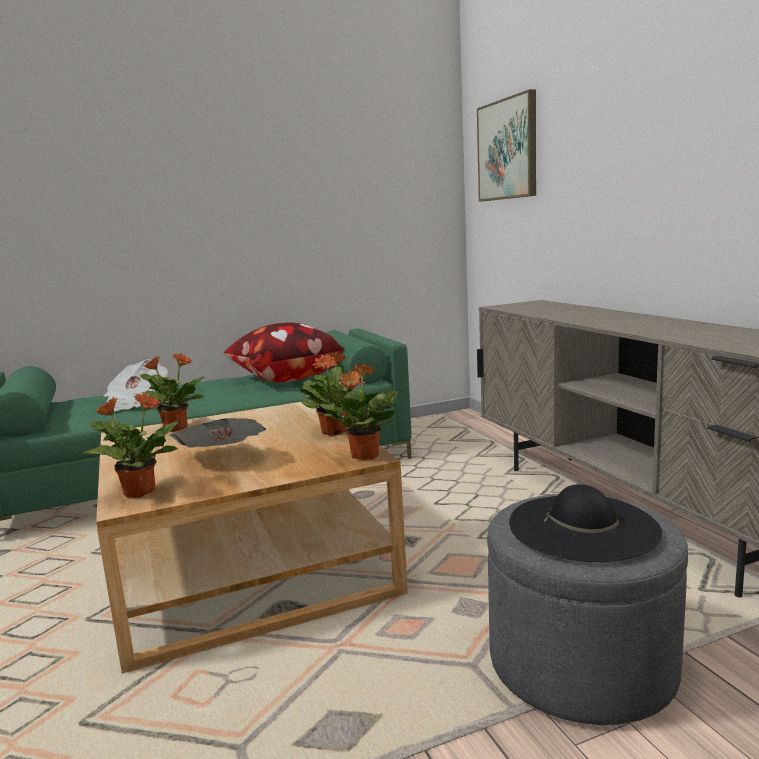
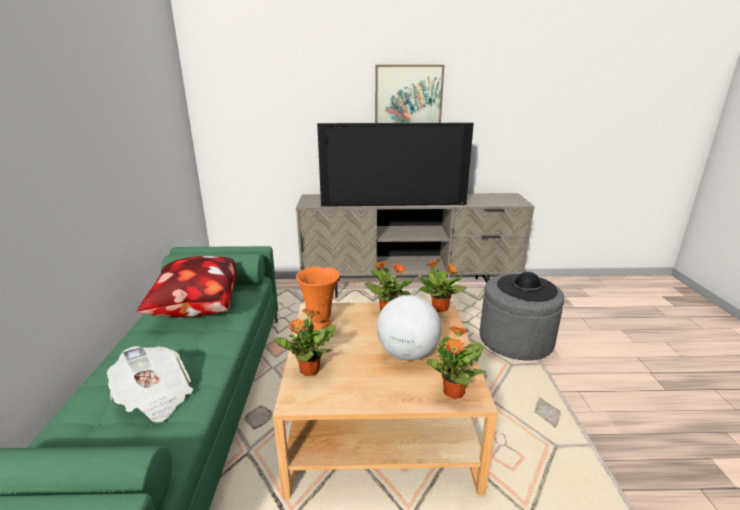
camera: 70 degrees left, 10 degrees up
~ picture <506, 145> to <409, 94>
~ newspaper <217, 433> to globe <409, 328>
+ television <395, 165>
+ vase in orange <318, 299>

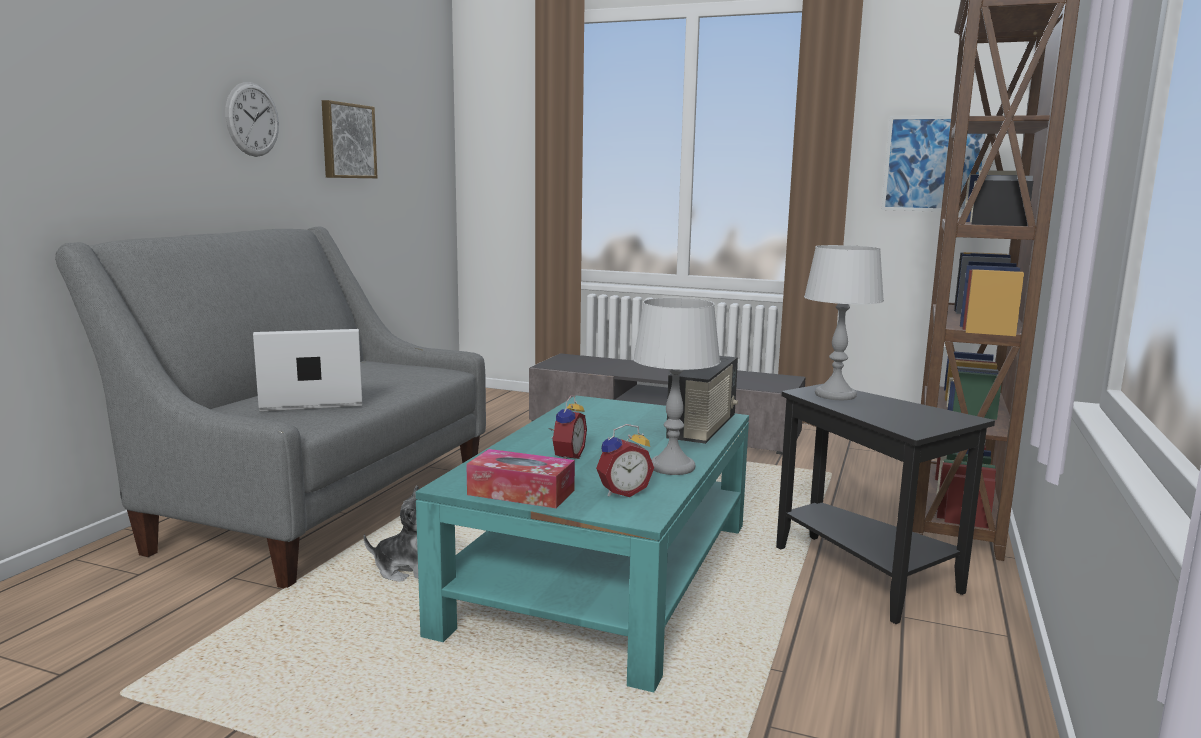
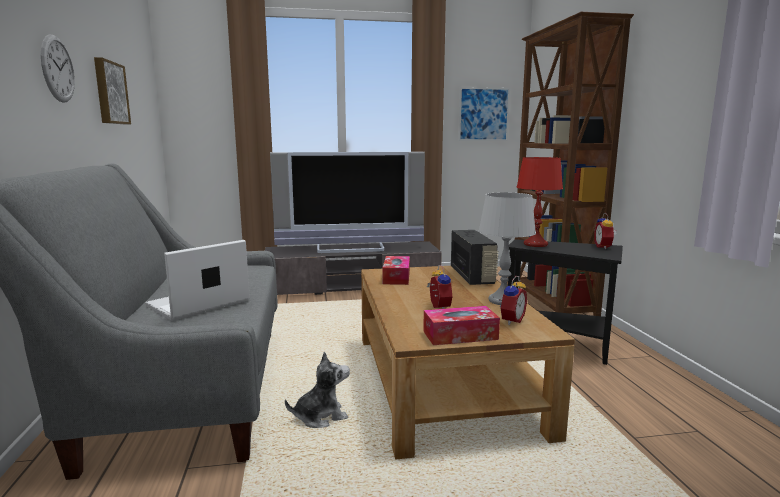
camera: 30 degrees left, 0 degrees up
~ table lamp in grey <844, 322> to table lamp in red <540, 202>
~ coffee table in turquoise <582, 544> to coffee table in brown <468, 363>
+ television <347, 202>
+ alarm clock <605, 231>
+ tissue box <396, 270>

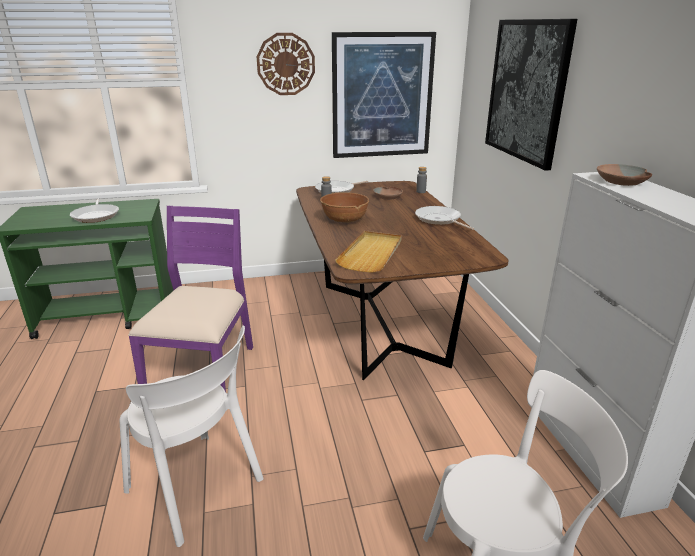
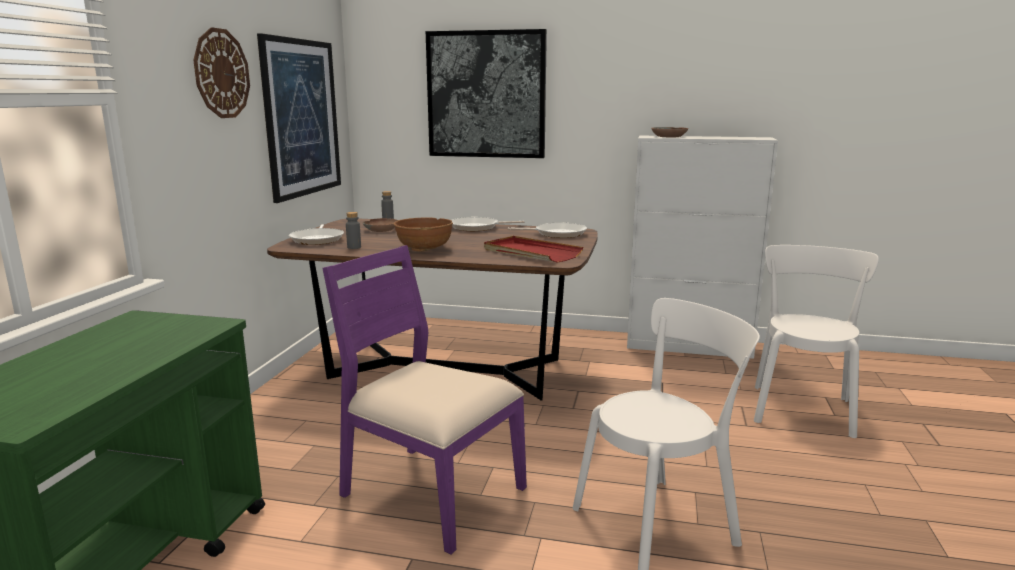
camera: 65 degrees left, 10 degrees down
~ frying pan <94, 211> to <547, 230>
~ tray in beige <368, 252> to tray in red <533, 249>

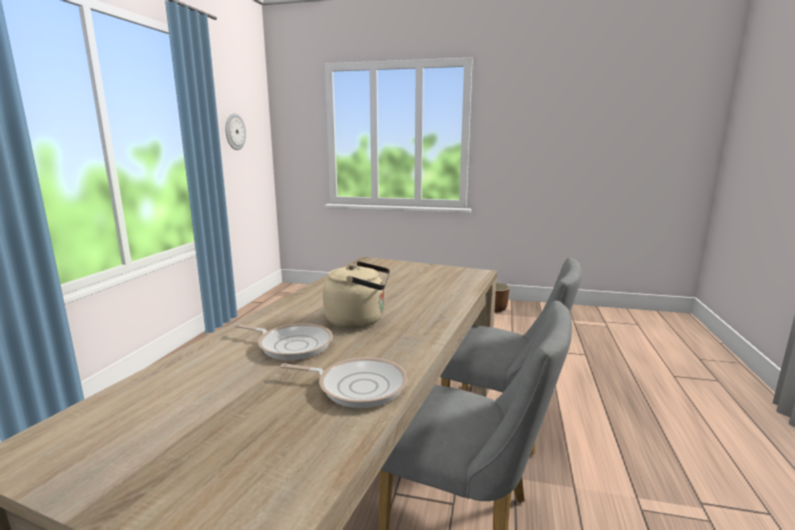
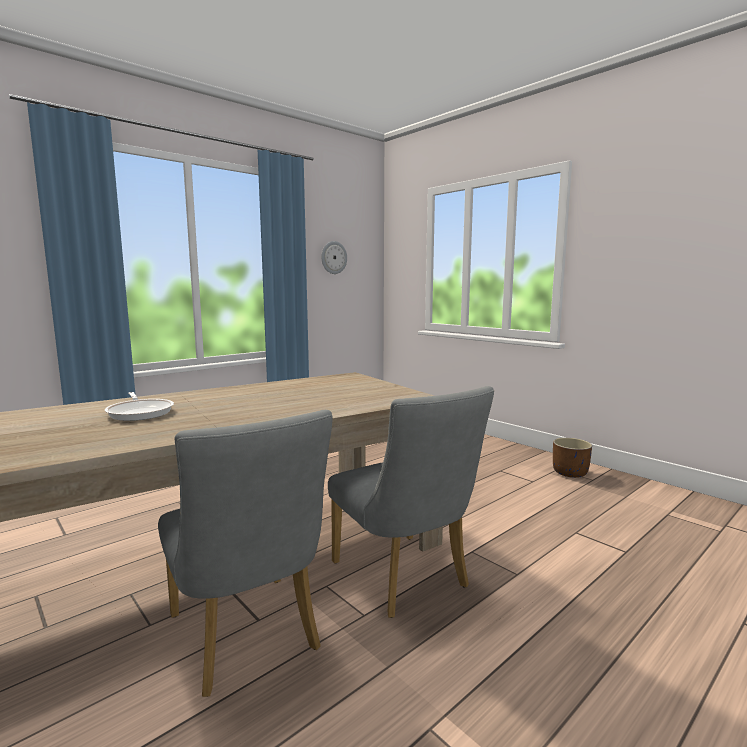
camera: 35 degrees right, 5 degrees down
- kettle in beige <356, 294>
- frying pan <344, 382>

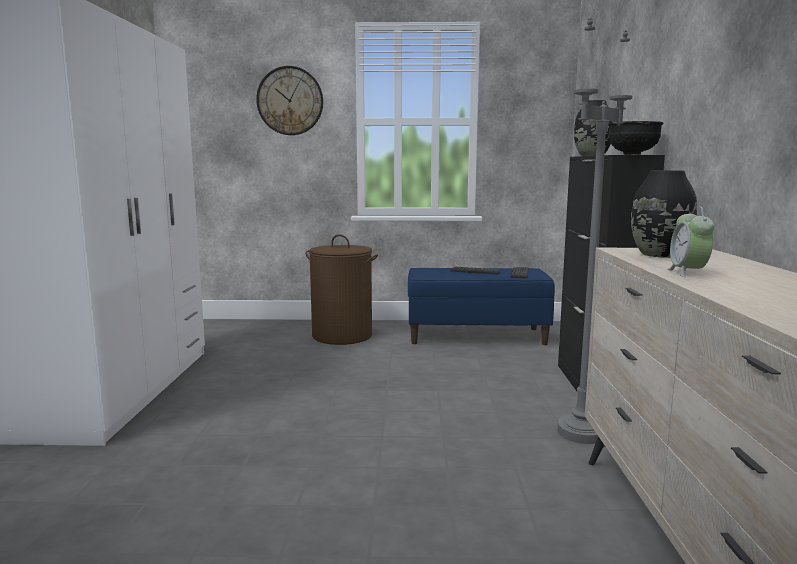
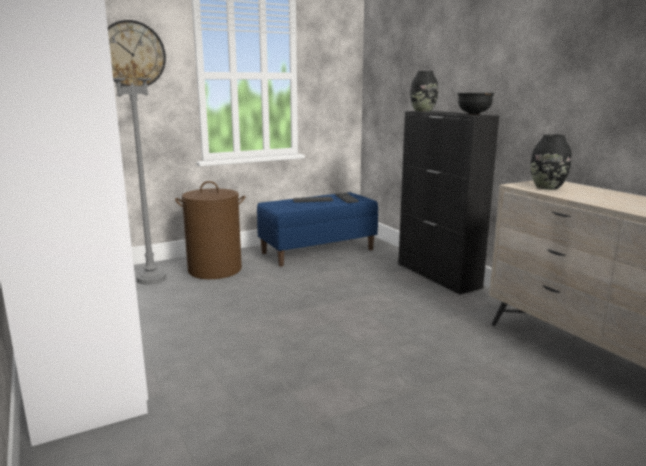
camera: 30 degrees left, 5 degrees up
~ floor lamp in grey <595, 230> to <138, 160>
- alarm clock <690, 241>

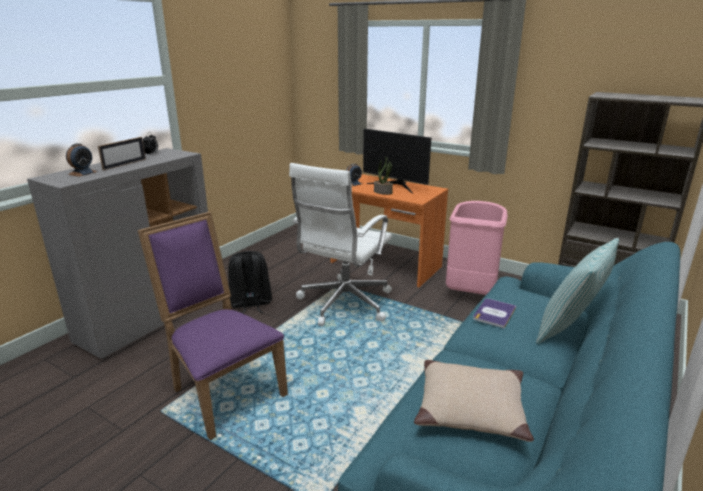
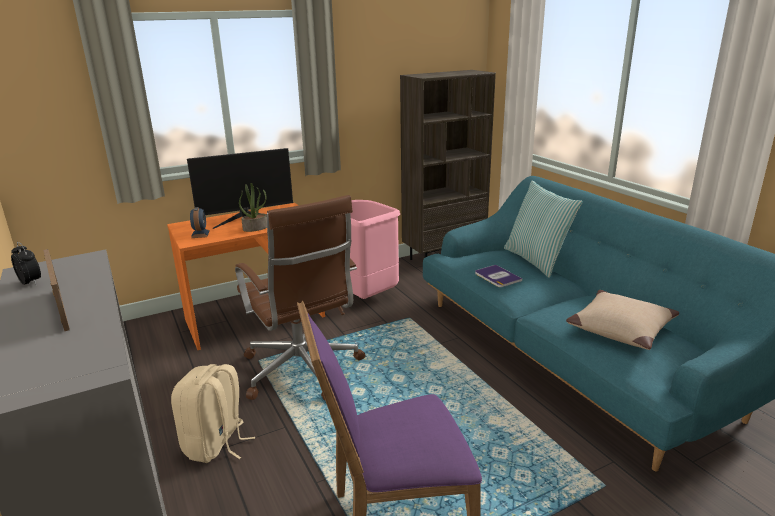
camera: 60 degrees left, 0 degrees up
- alarm clock <81, 160>
~ office chair in white <340, 244> to office chair in brown <300, 297>
~ backpack in black <250, 282> to backpack in beige <213, 413>

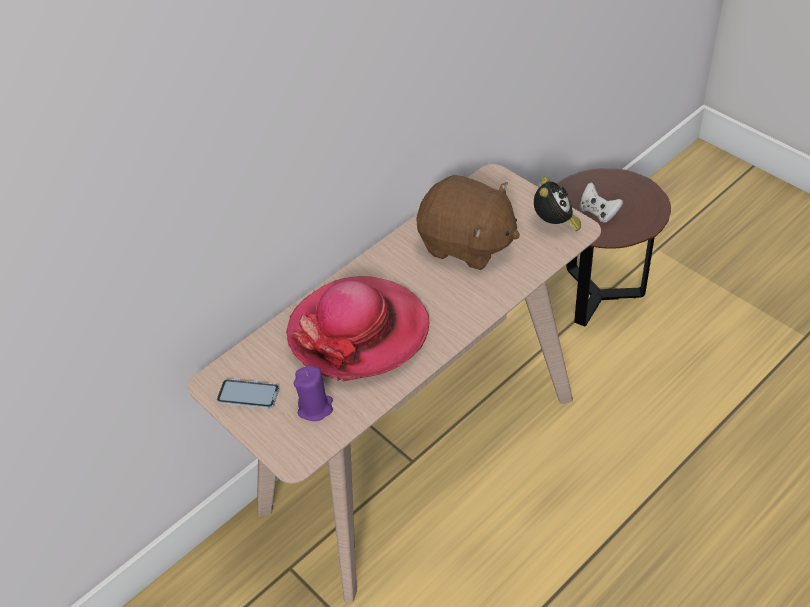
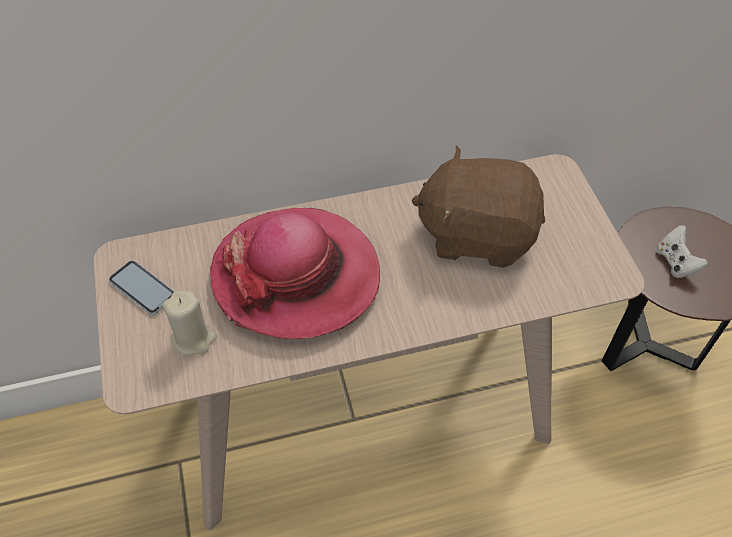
camera: 25 degrees right, 5 degrees up
~ plush toy in brown <468, 222> = <478, 207> 135 degrees clockwise
- alarm clock <557, 204>
~ candle in purple <313, 393> to candle in beige <189, 322>

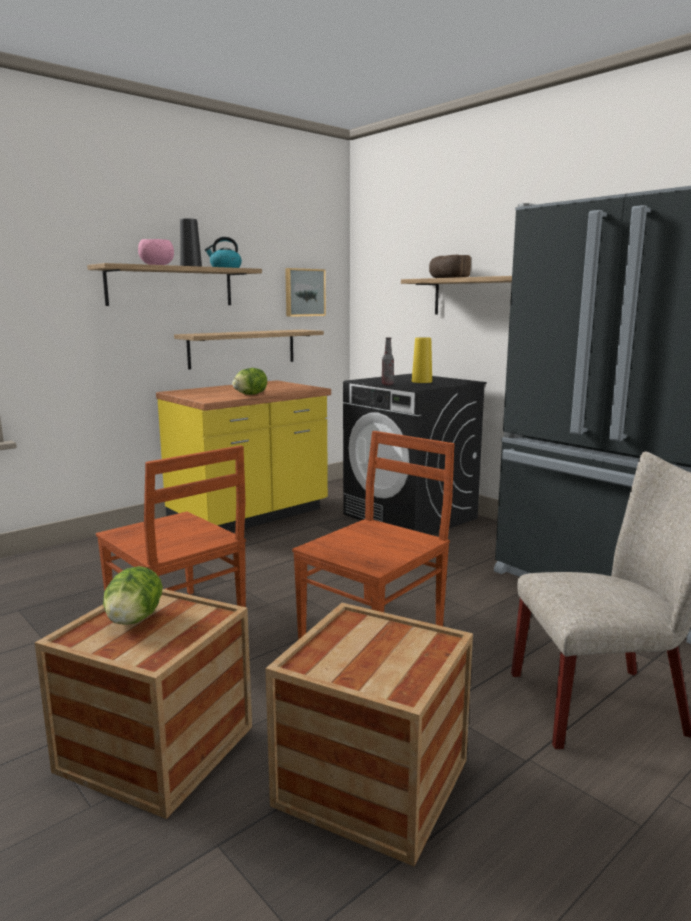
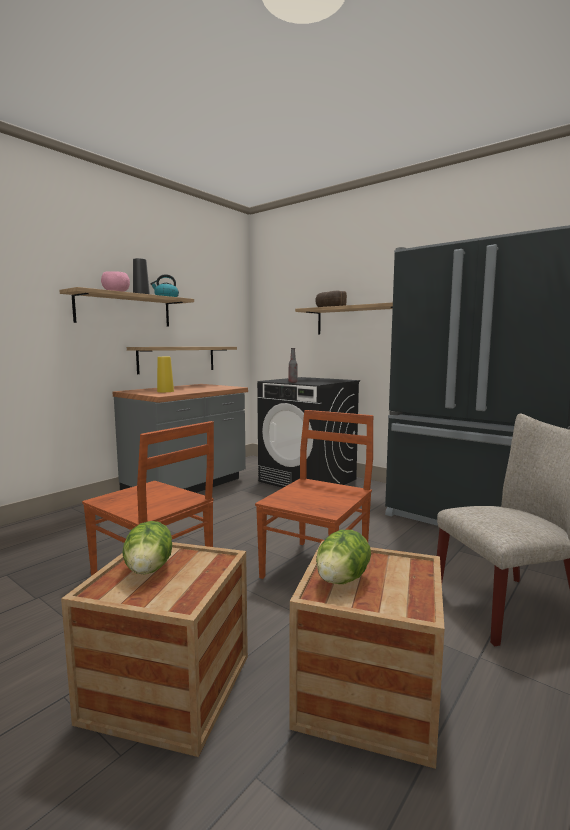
camera: 10 degrees left, 5 degrees down
- picture <305, 292>
~ vase in yellow <422, 360> to <165, 374>
~ lettuce <249, 381> to <343, 557>
~ counter in yellow <243, 456> to counter in grey <180, 438>

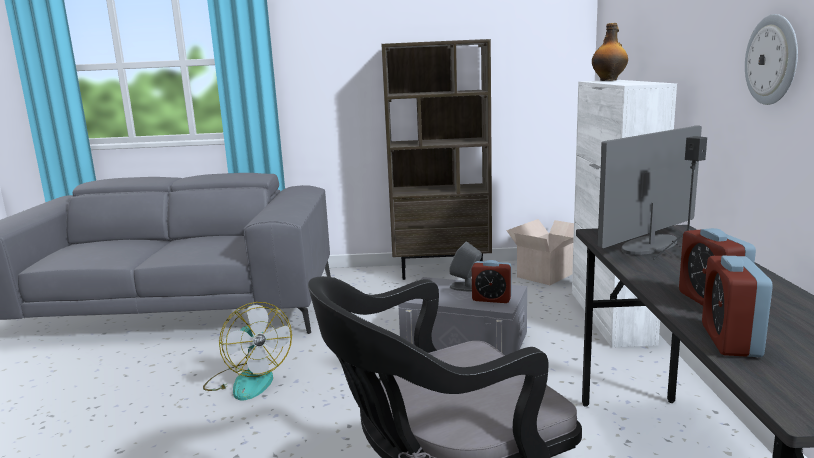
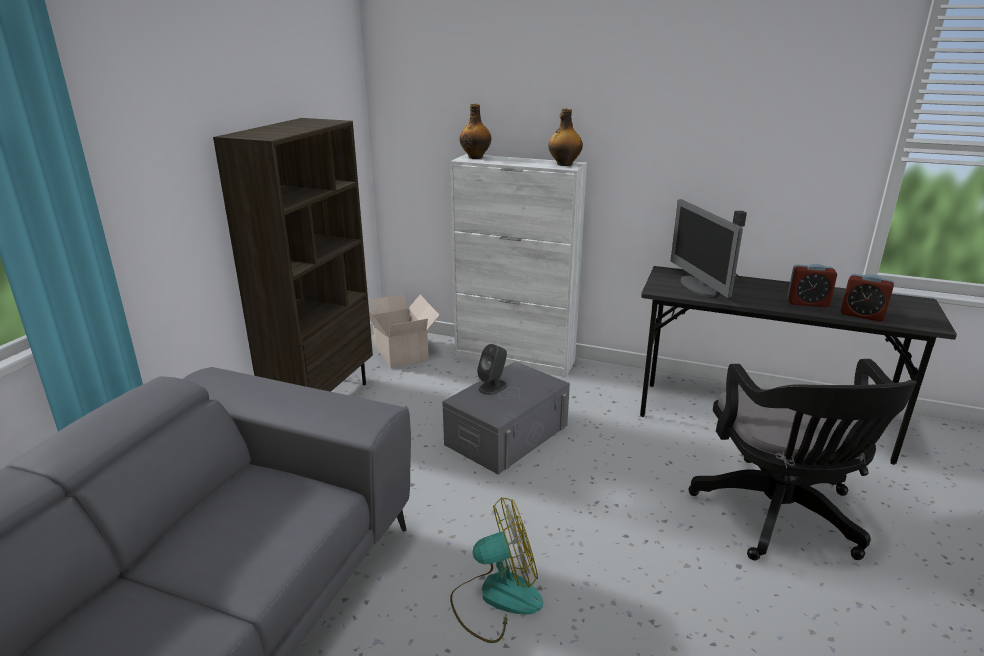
camera: 70 degrees left, 10 degrees up
- wall clock <771, 59>
- alarm clock <492, 281>
+ bottle <565, 137>

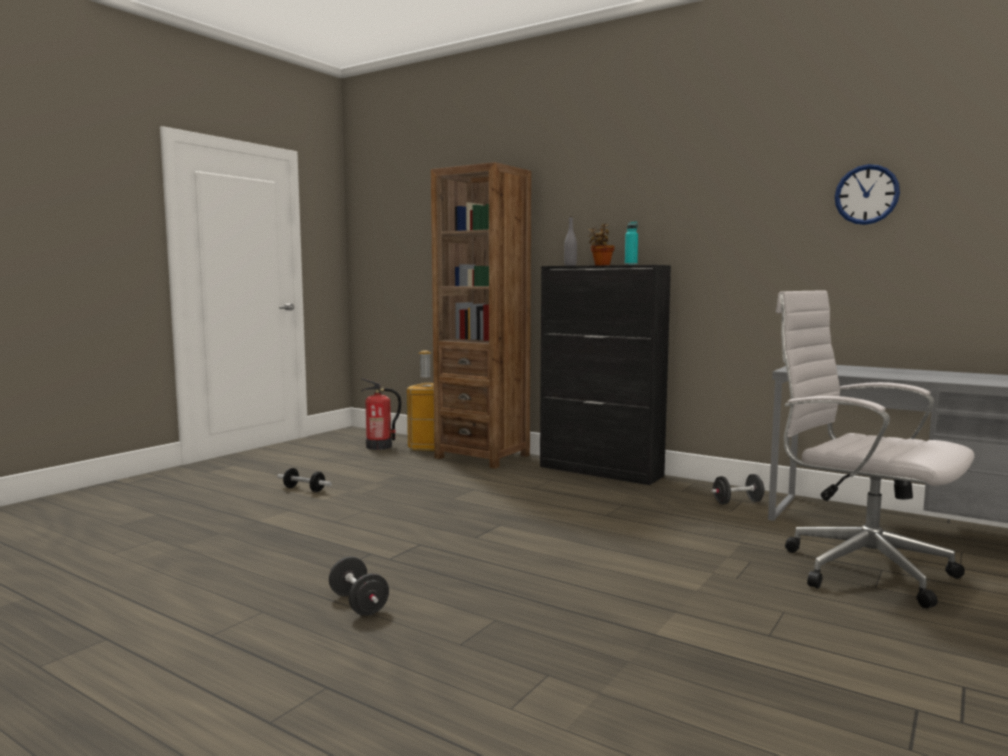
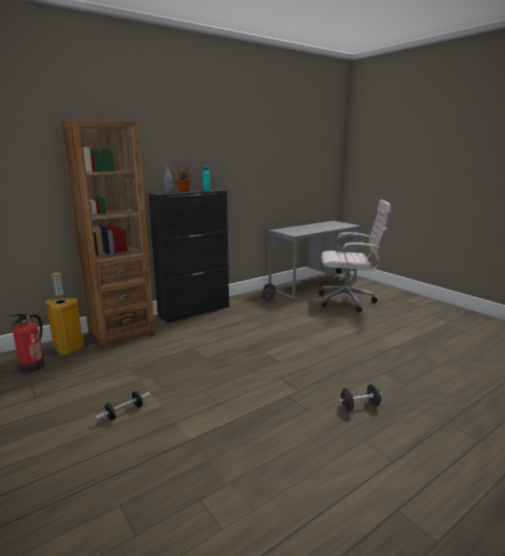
camera: 70 degrees left, 10 degrees up
- wall clock <867, 194>
~ office chair in white <875, 449> = <355, 255> 150 degrees counterclockwise

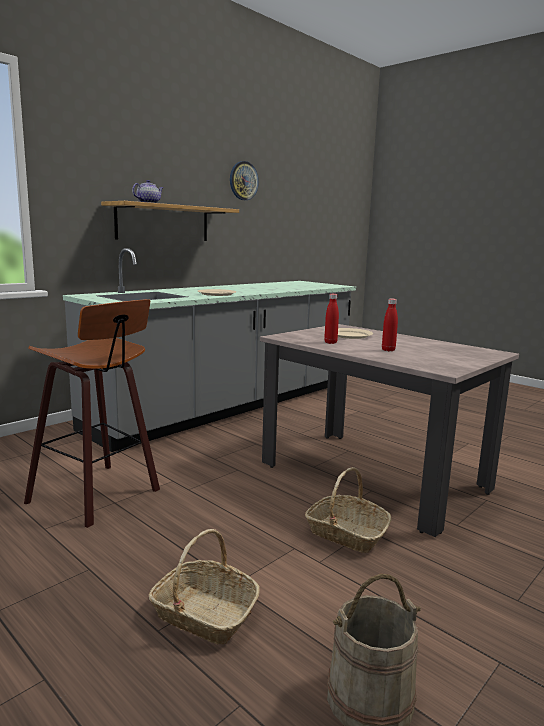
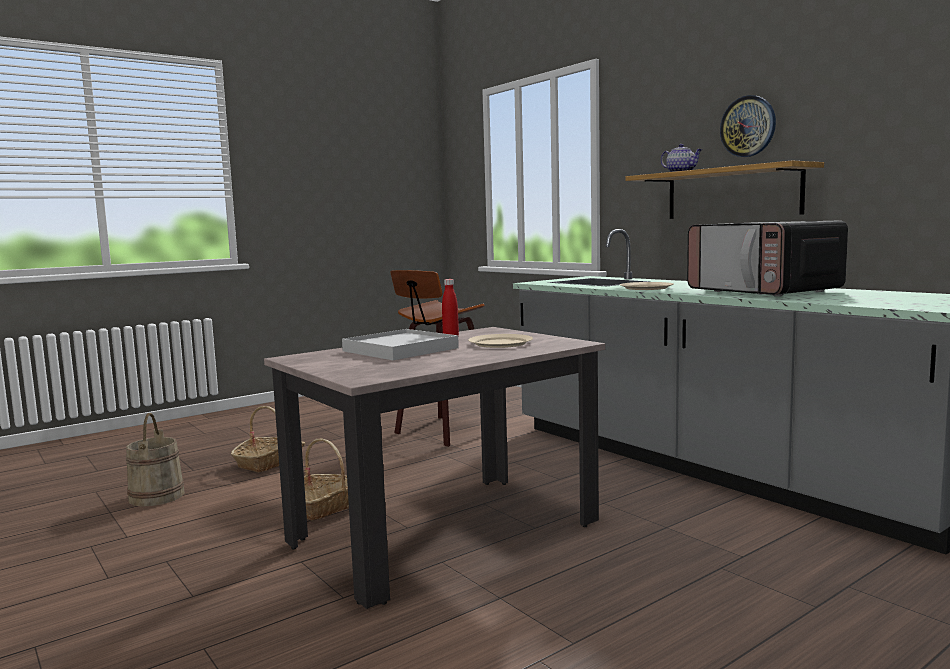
camera: 100 degrees right, 5 degrees down
~ wall clock <244, 180> to <748, 126>
~ bottle in red <390, 324> to tray in white <400, 344>
+ microwave <767, 258>

